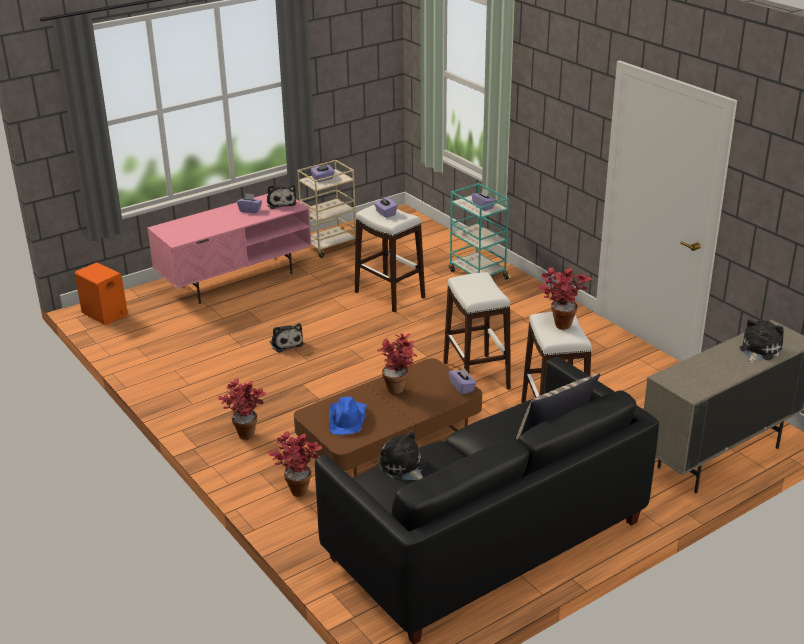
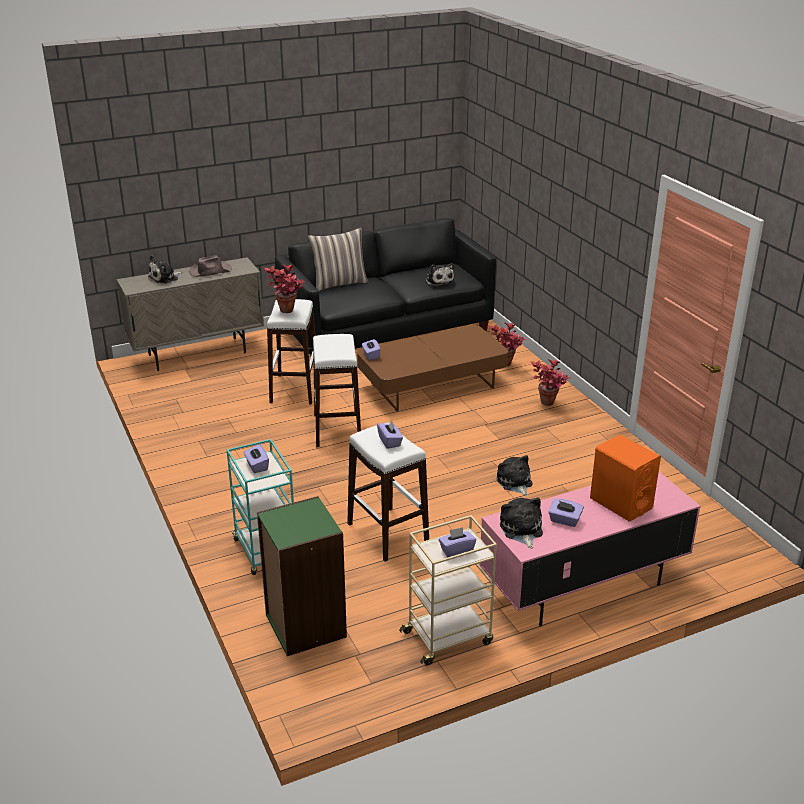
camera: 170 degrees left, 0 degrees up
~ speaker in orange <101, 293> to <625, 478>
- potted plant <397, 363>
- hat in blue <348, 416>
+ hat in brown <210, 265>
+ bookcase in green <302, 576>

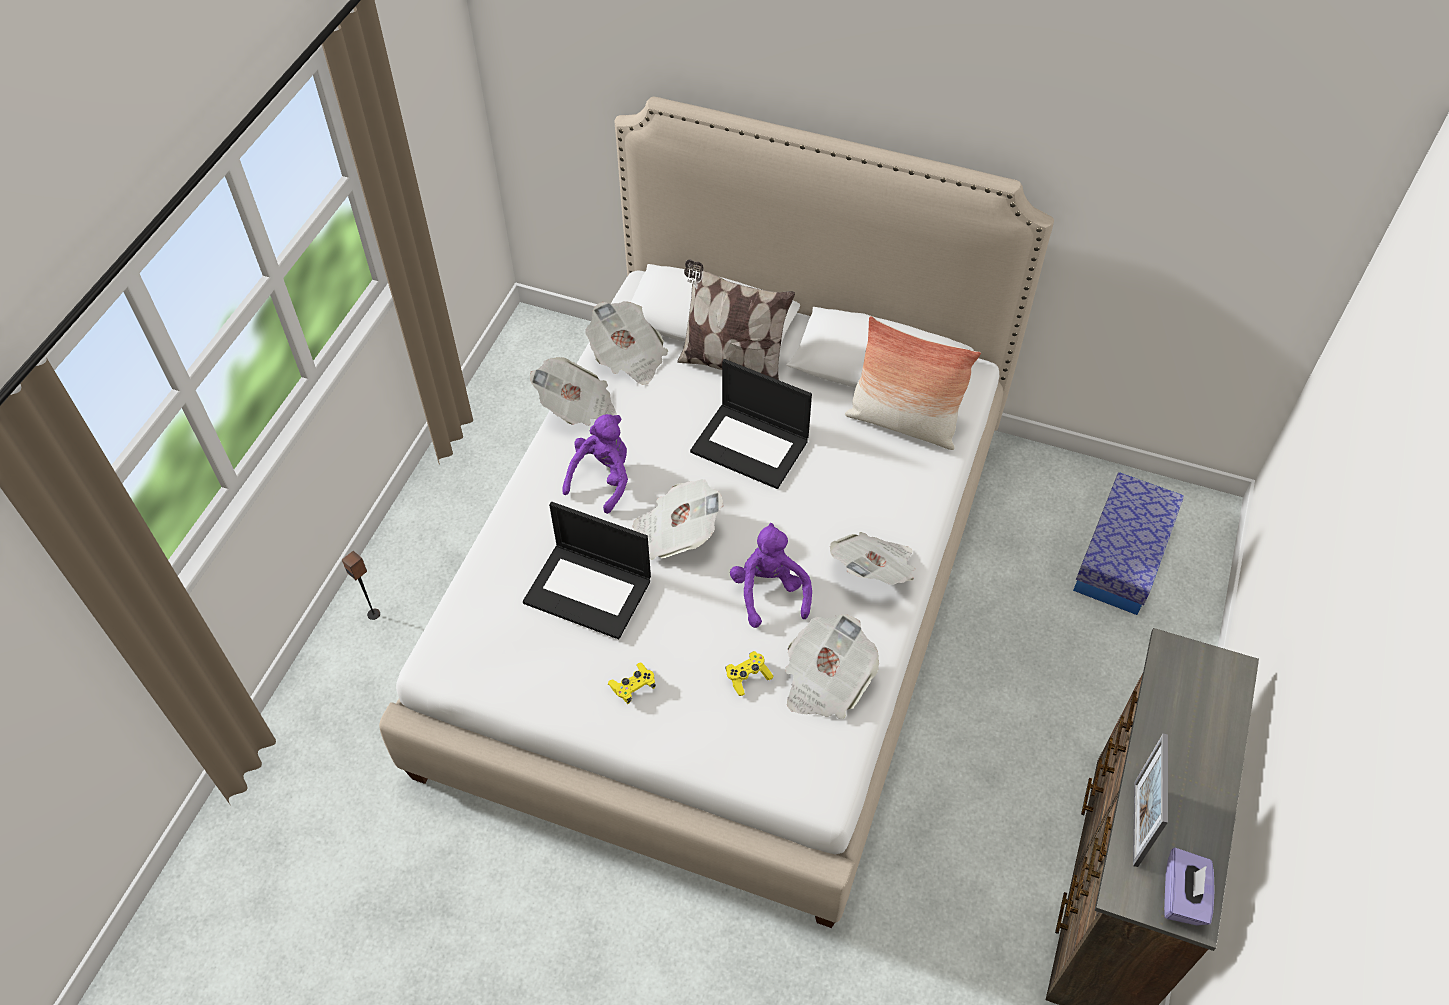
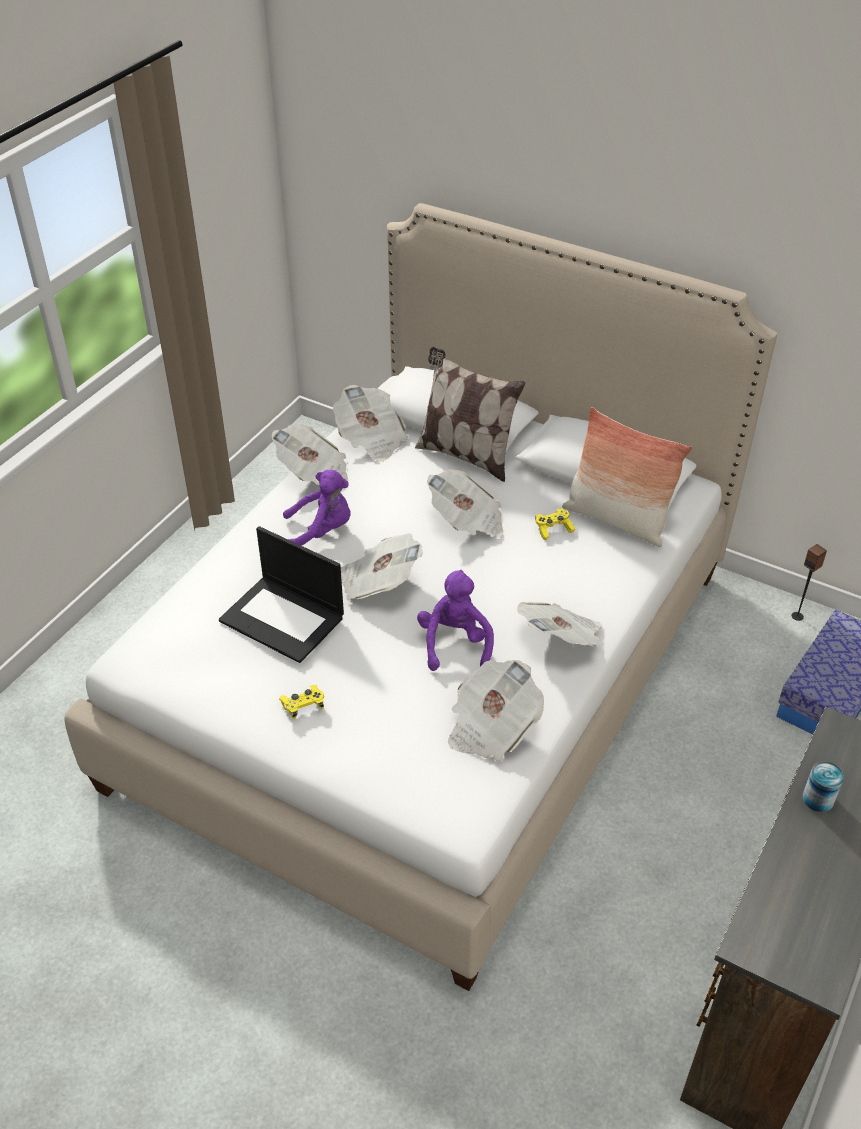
camera: 10 degrees right, 10 degrees down
~ laptop <751, 424> to newspaper <465, 503>
~ plush toy in purple <595, 464> = <317, 508> 45 degrees clockwise
~ speaker <361, 585> to <809, 582>
~ game controller in yellow <749, 673> to <555, 524>
- picture frame <1150, 800>
- tissue box in purple <1189, 887>
+ can <823, 787>

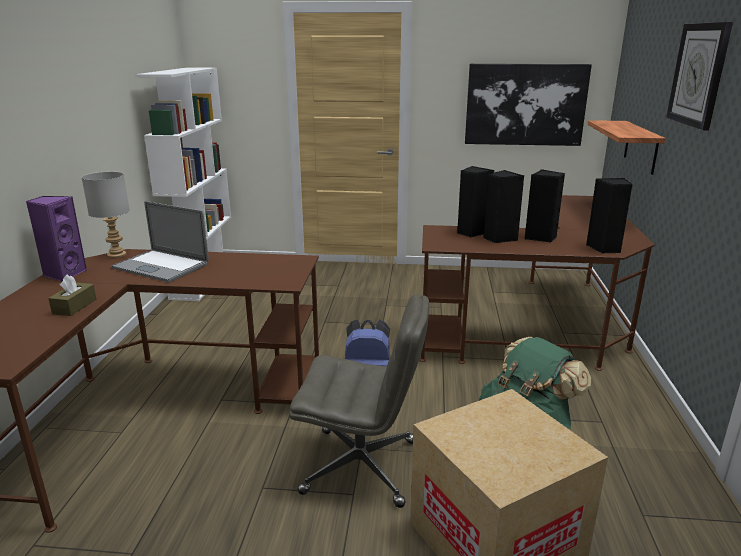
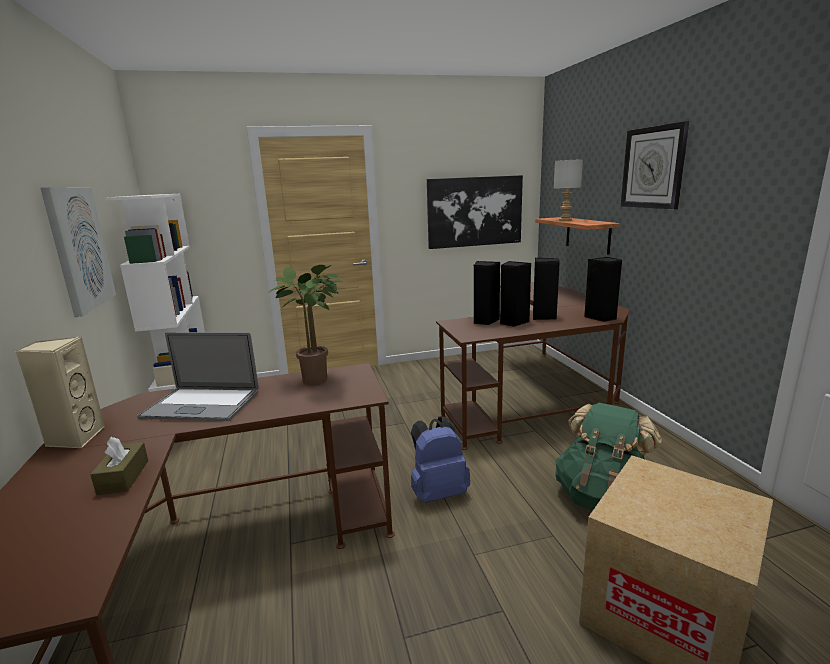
camera: 20 degrees left, 5 degrees down
~ table lamp in grey <105, 215> to <568, 190>
~ speaker in purple <56, 239> to speaker in beige <60, 392>
- office chair in grey <359, 401>
+ picture <78, 252>
+ potted plant <305, 325>

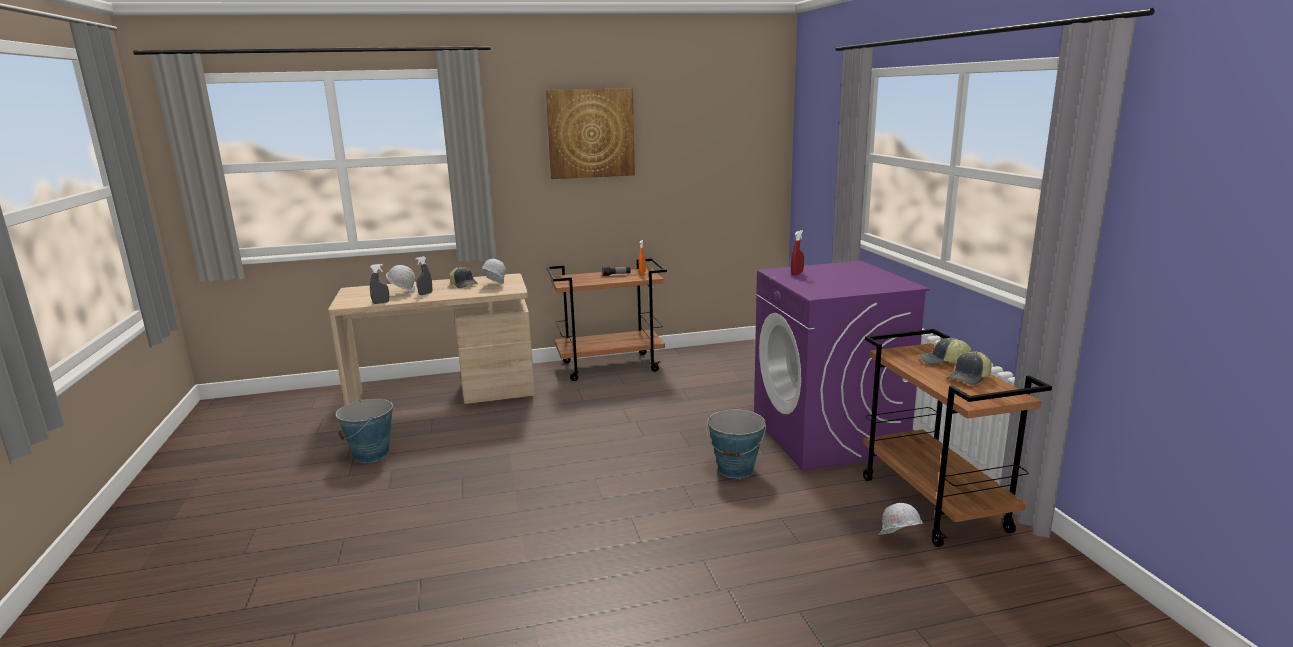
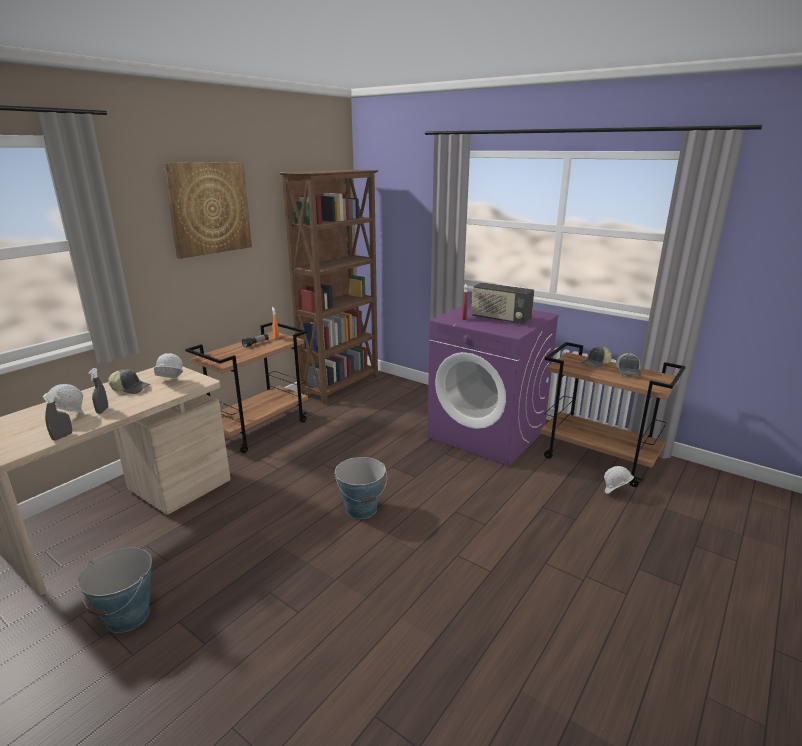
camera: 40 degrees left, 5 degrees up
~ bucket <736, 443> to <361, 488>
+ bookcase in brown <328, 286>
+ radio <502, 303>

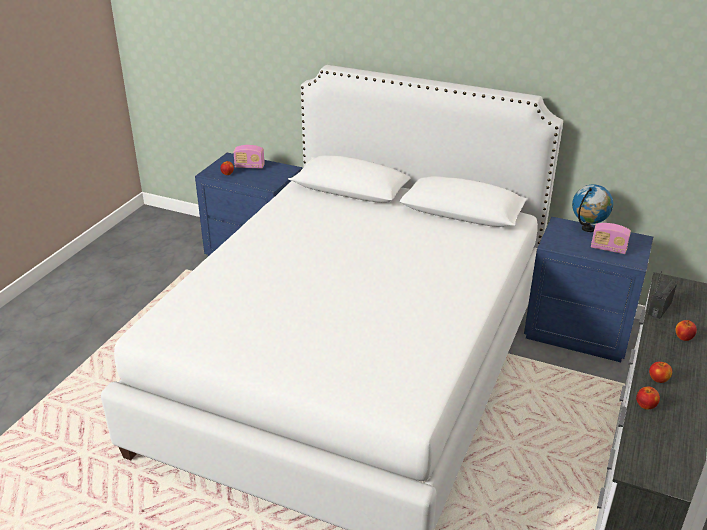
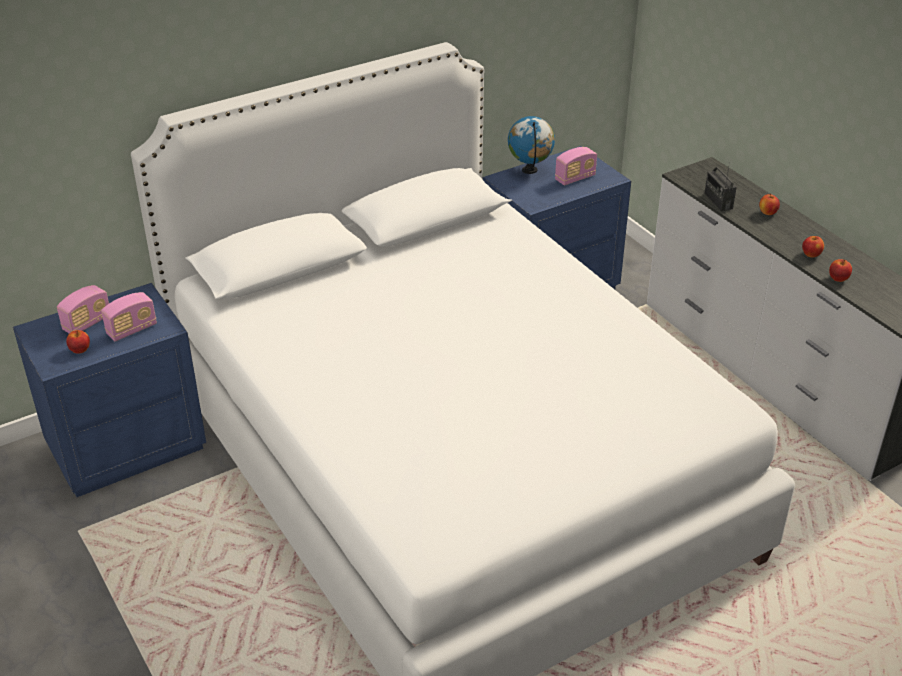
camera: 55 degrees left, 5 degrees up
+ radio <129, 316>

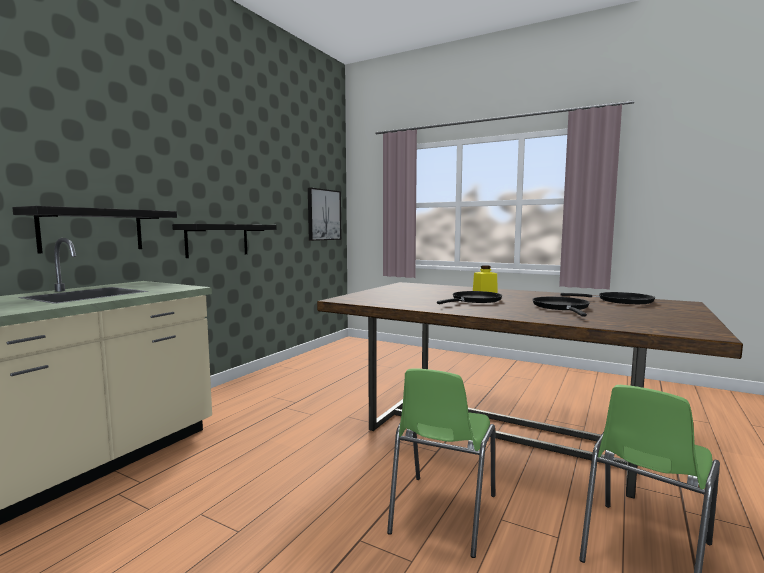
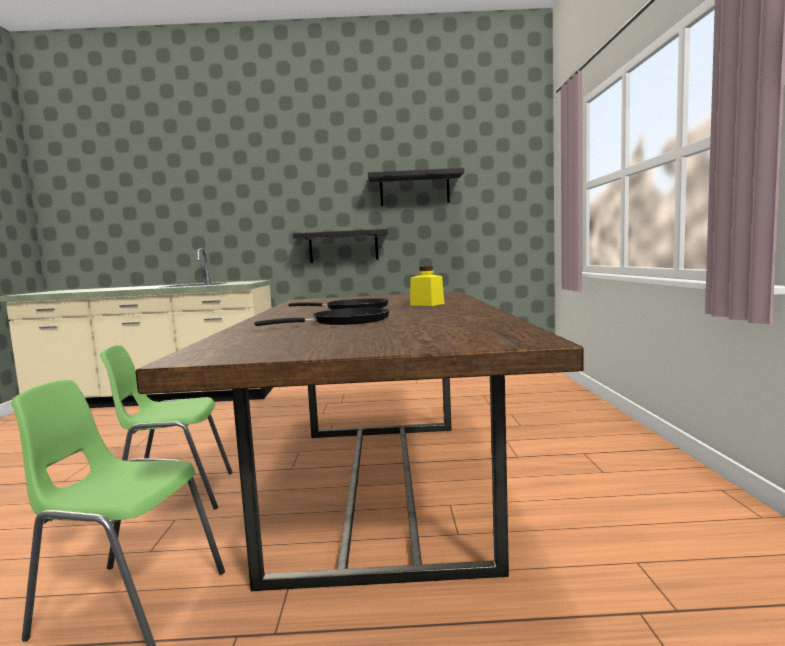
camera: 60 degrees right, 0 degrees up
- picture <325, 214>
~ shelf in black <94, 230> to <416, 187>
- frying pan in black <607, 298>

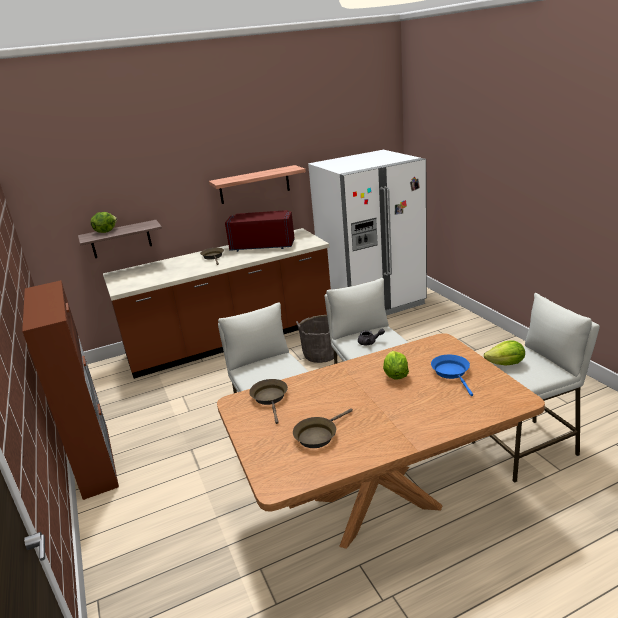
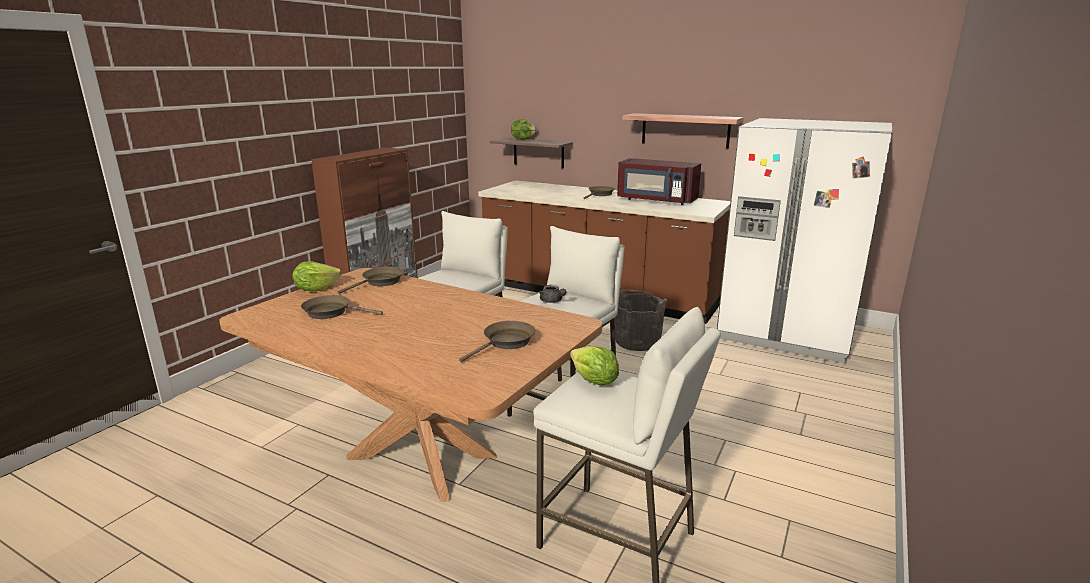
camera: 50 degrees right, 5 degrees down
~ microwave in red <260, 231> = <659, 181> 150 degrees clockwise
~ lettuce <396, 365> to <316, 276>
~ frying pan in blue <452, 375> to frying pan in brown <497, 341>

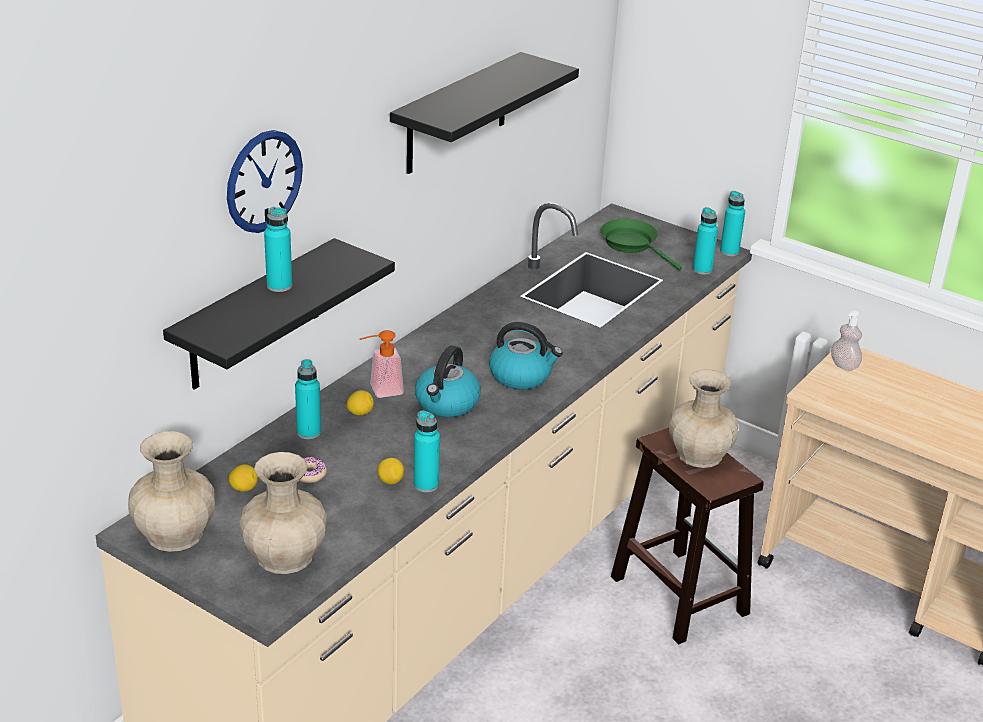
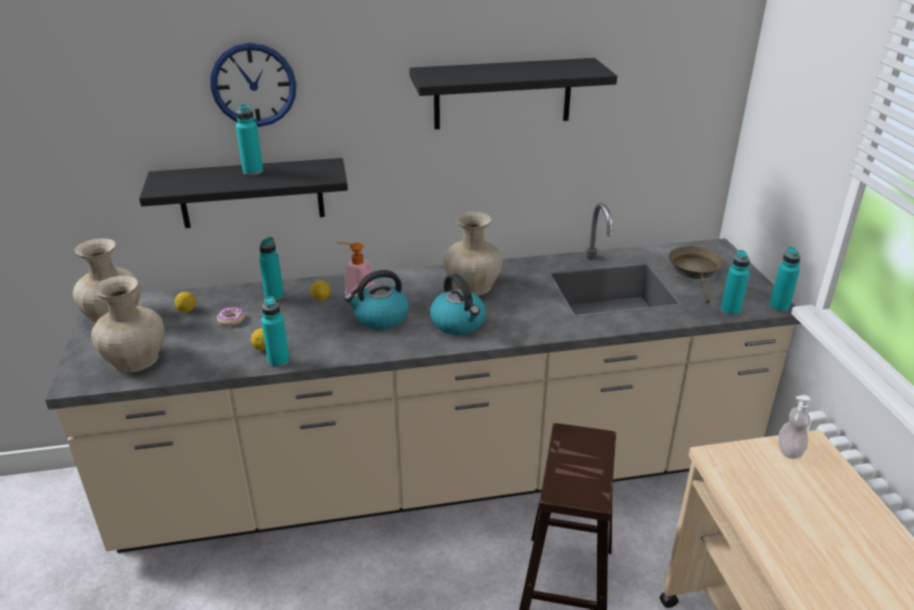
camera: 45 degrees right, 0 degrees up
~ frying pan in green <641, 244> to frying pan in brown <696, 274>
~ vase in beige <704, 418> to <473, 253>

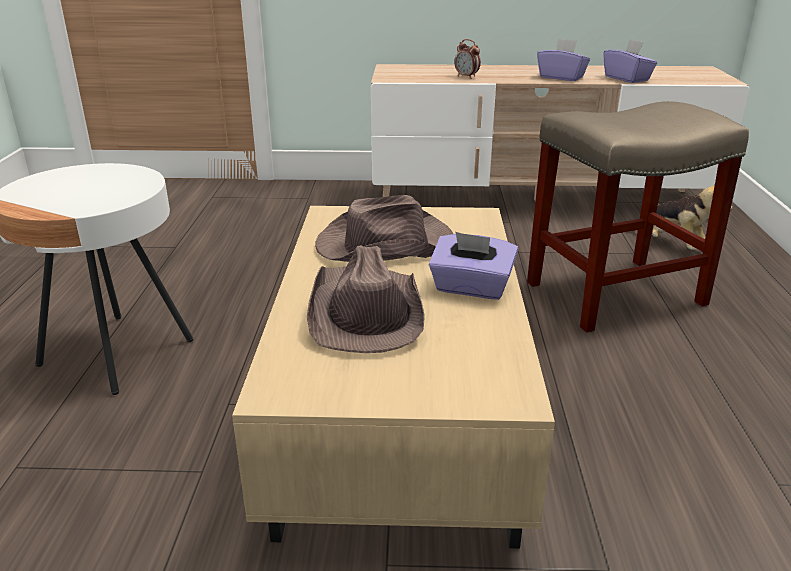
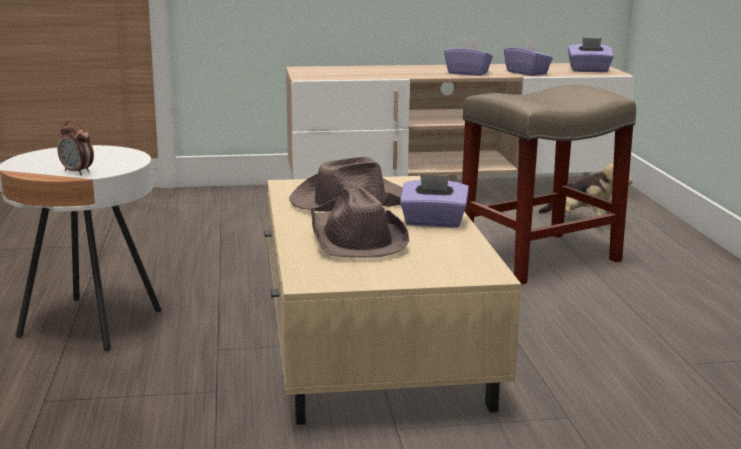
camera: 10 degrees left, 10 degrees down
~ alarm clock <467, 59> to <75, 147>
+ tissue box in purple <591, 55>

